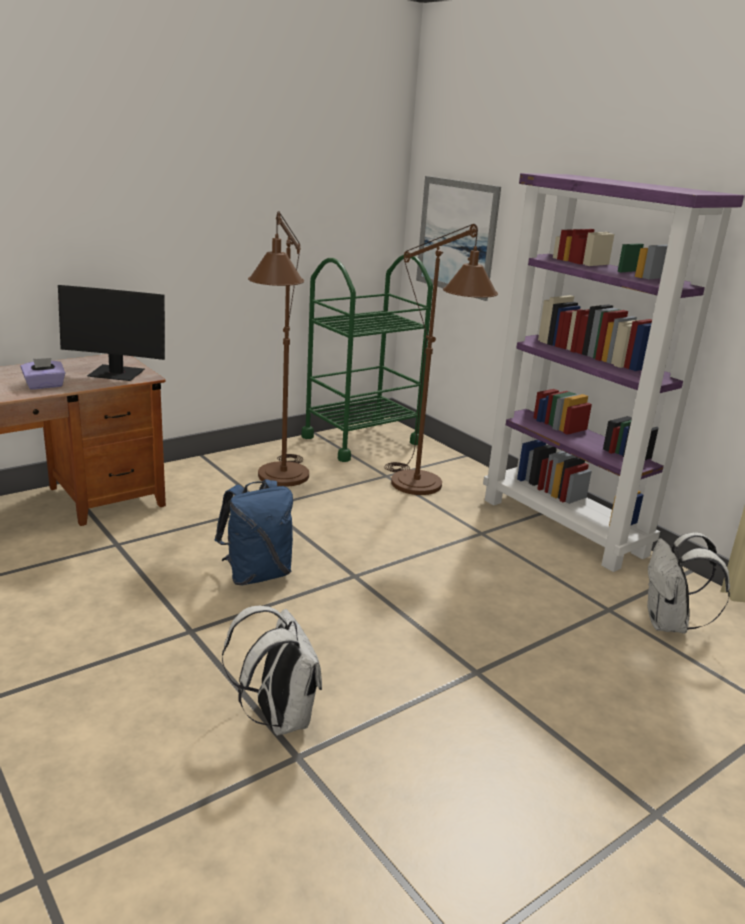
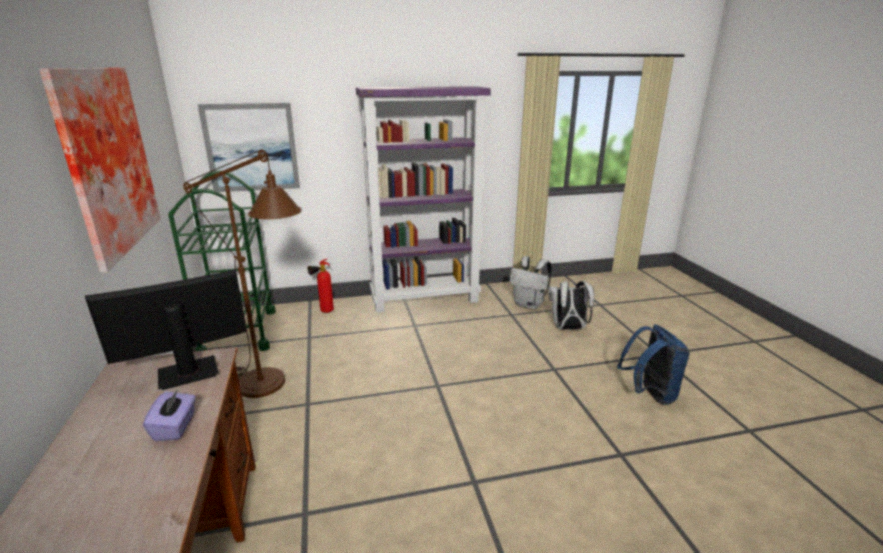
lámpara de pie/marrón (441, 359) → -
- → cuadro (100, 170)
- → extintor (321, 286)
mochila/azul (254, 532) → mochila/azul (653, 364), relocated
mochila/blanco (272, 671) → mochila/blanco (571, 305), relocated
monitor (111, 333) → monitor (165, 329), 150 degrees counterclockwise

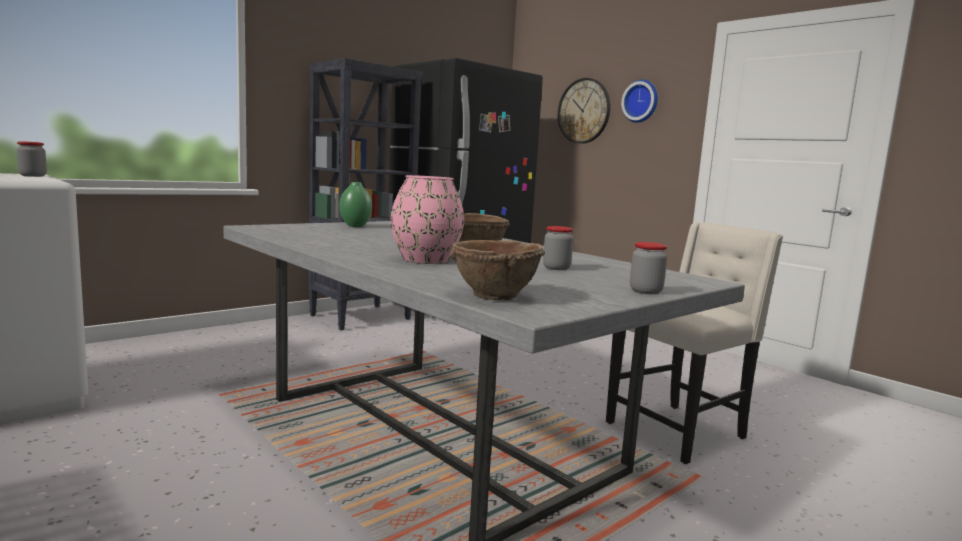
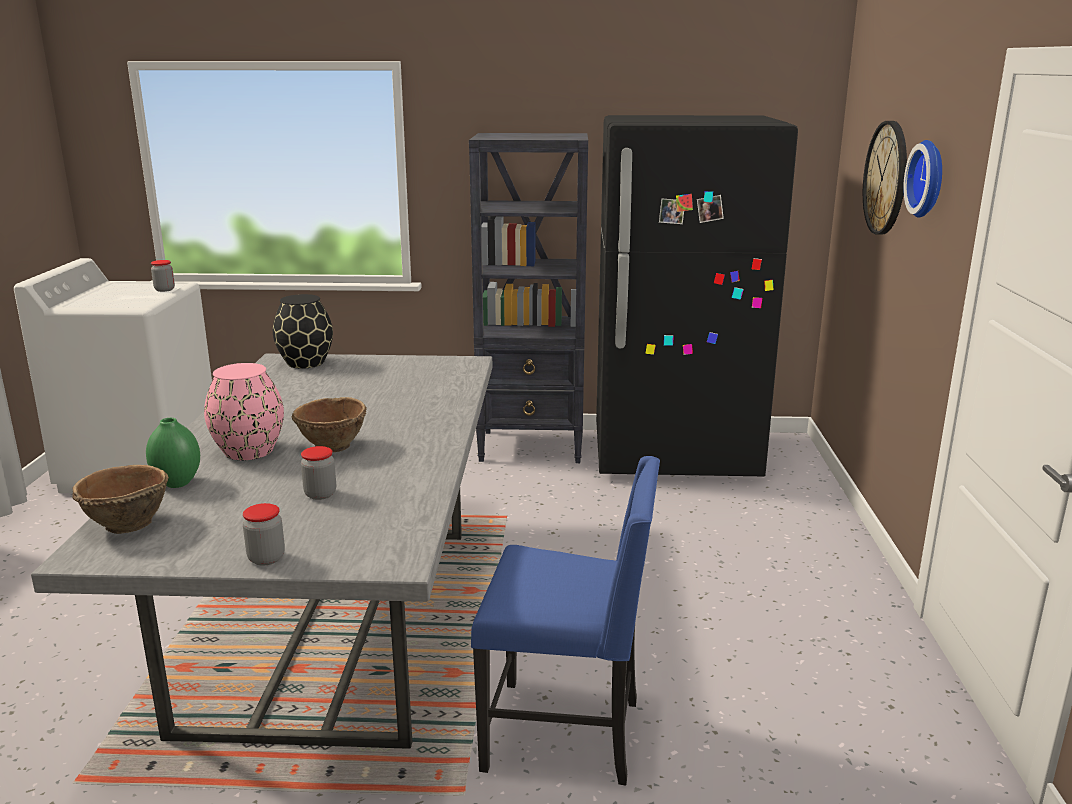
- → florero/negro (303, 331)
florero/verde (355, 204) → florero/verde (173, 453), relocated
silla/beis (694, 343) → silla/azul (565, 620)

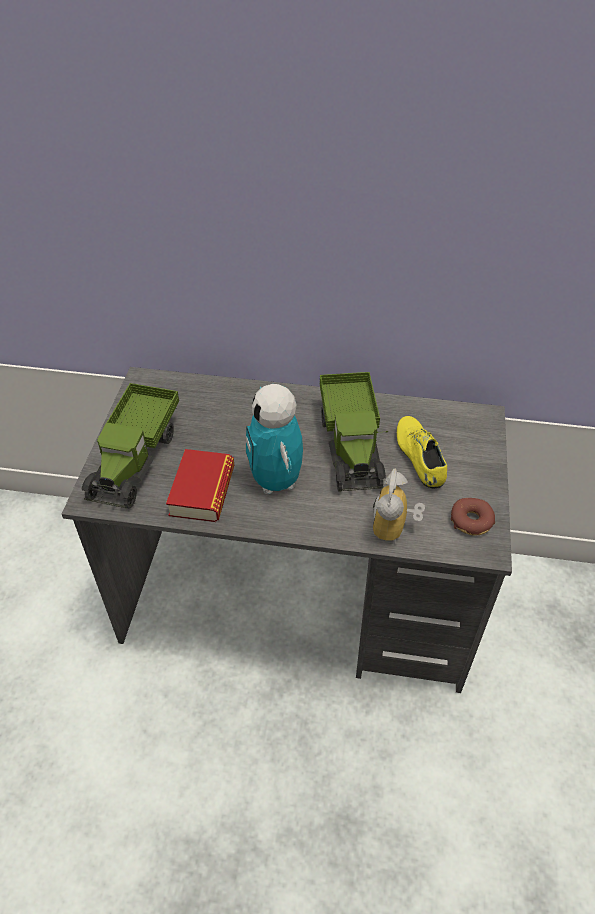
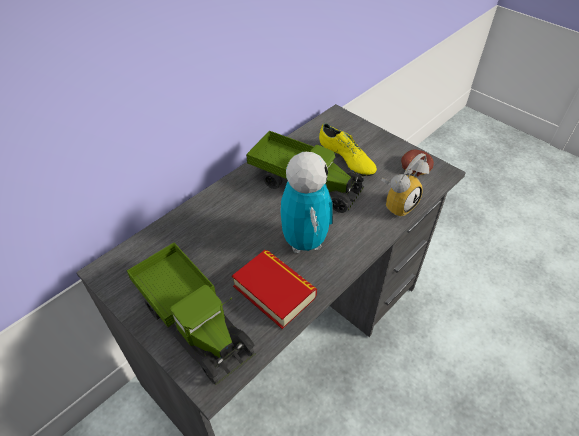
robot de juguete (274, 439) → robot de juguete (306, 202), 120 degrees counterclockwise
despertador (399, 506) → despertador (405, 185), 90 degrees counterclockwise
zapato/amarillo (422, 452) → zapato/amarillo (348, 150), 150 degrees counterclockwise

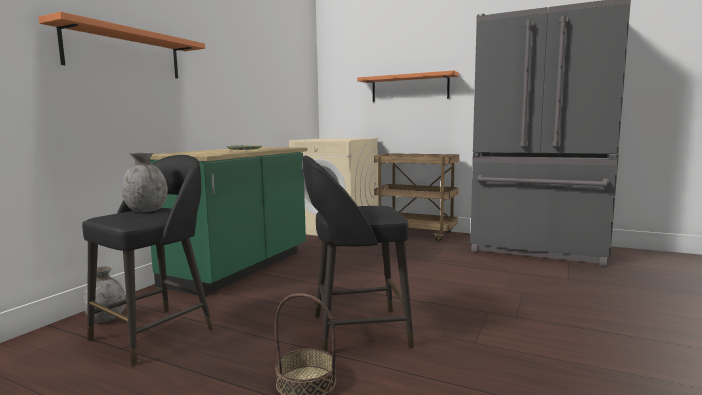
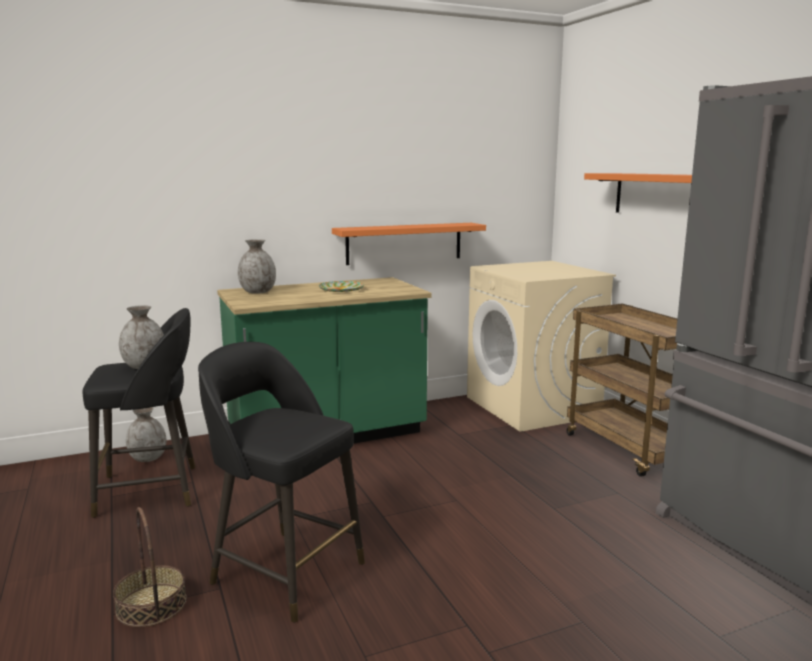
- → florero/gris (257, 266)
estante/naranja (121, 45) → estante/naranja (409, 244), relocated

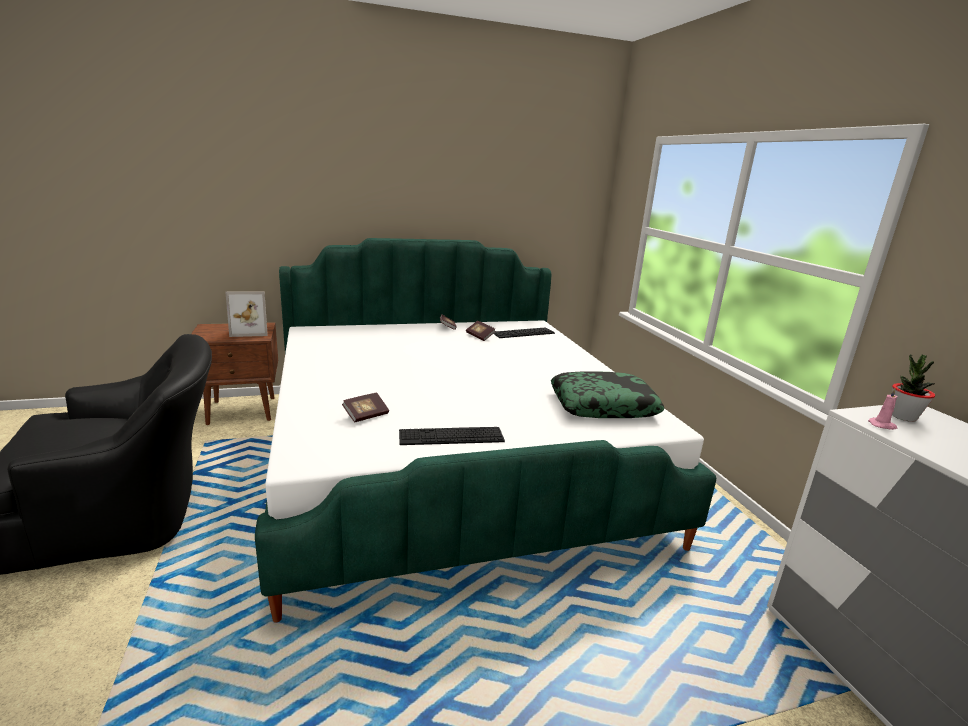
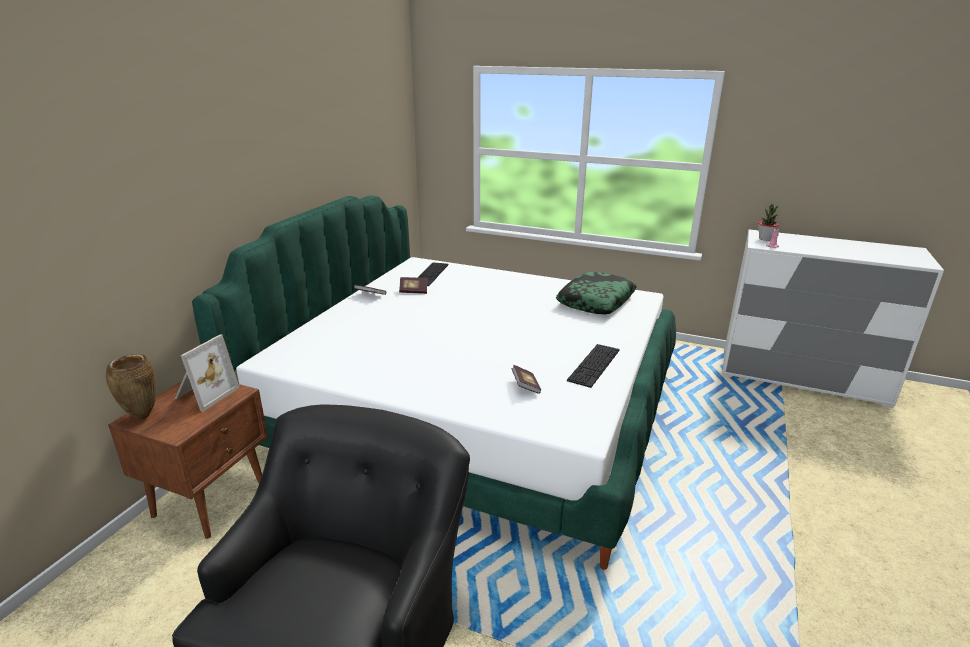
- → florero/marrón (131, 386)

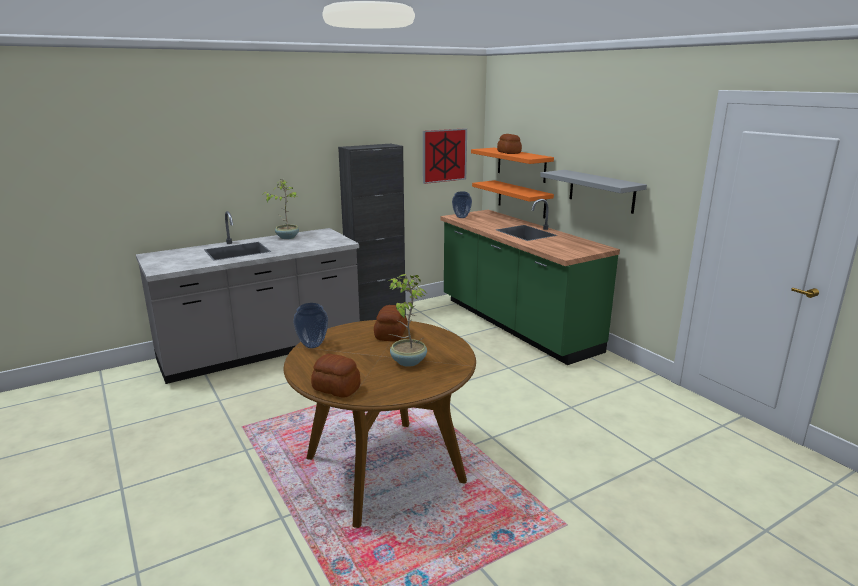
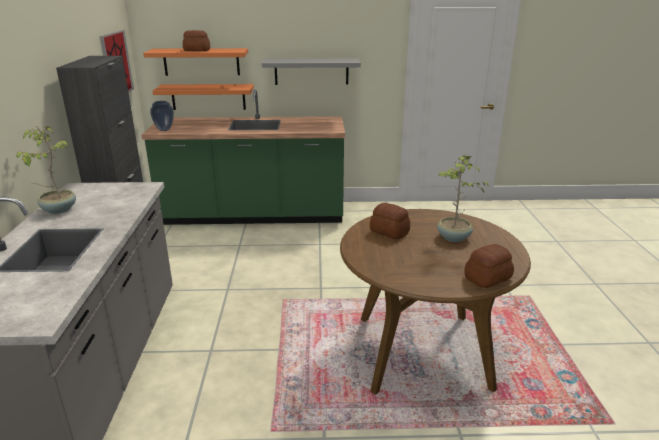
florero (310, 325) → -

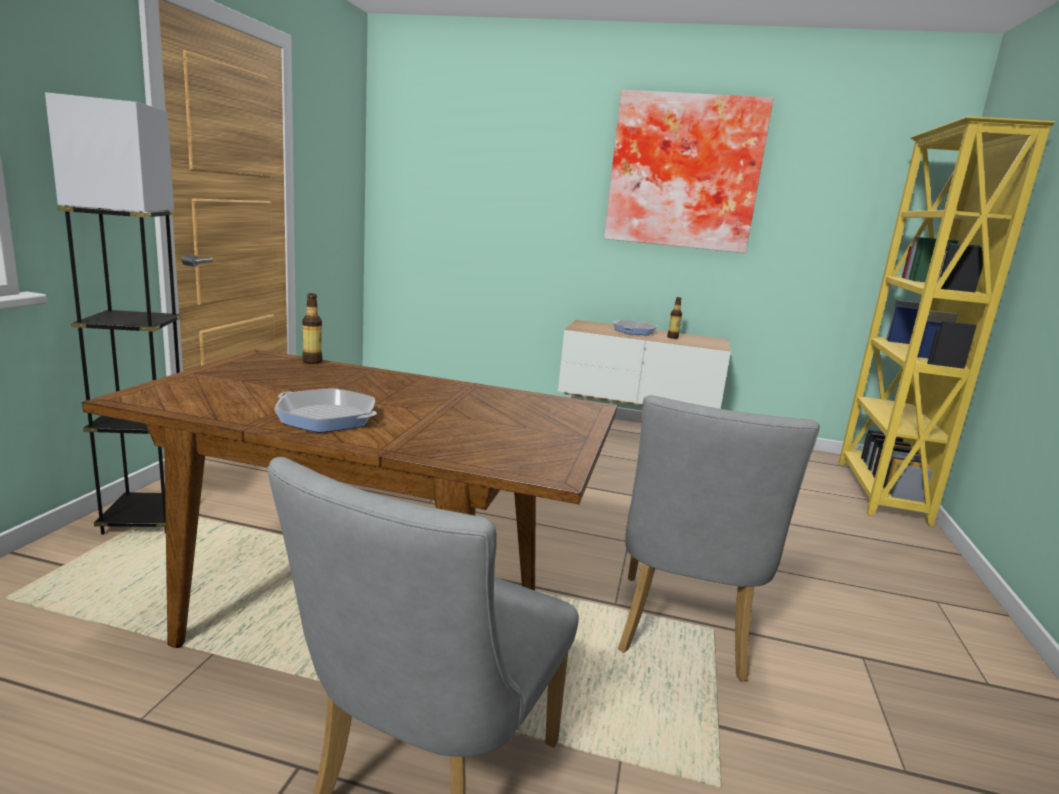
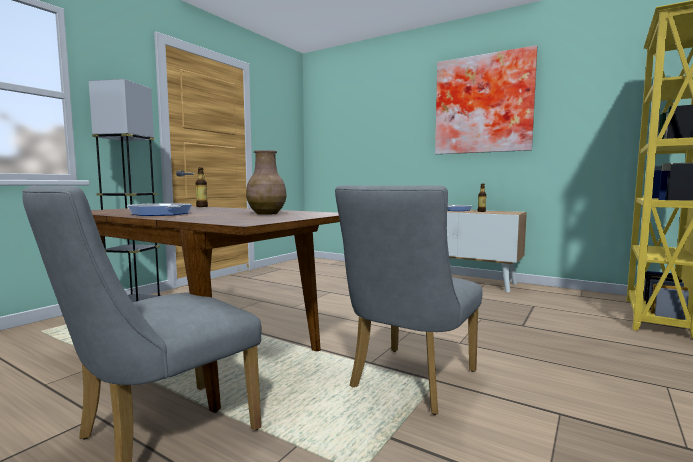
- → florero/marrón (266, 182)

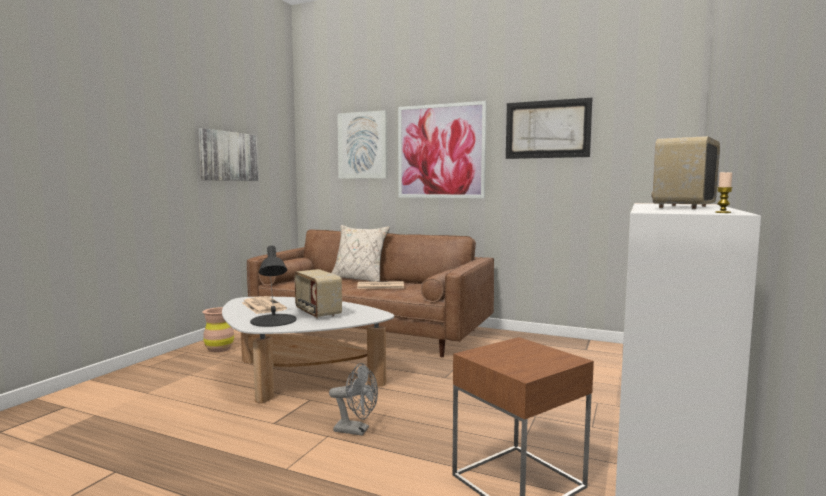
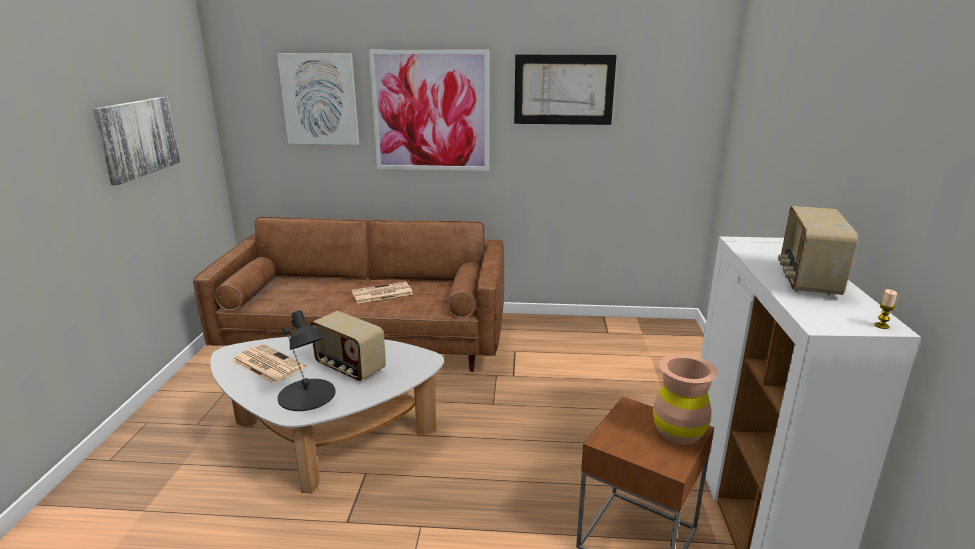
ventilador/gris (353, 399) → -
cojín/beis (361, 253) → -
florero/marrón (218, 329) → florero/marrón (685, 399), relocated

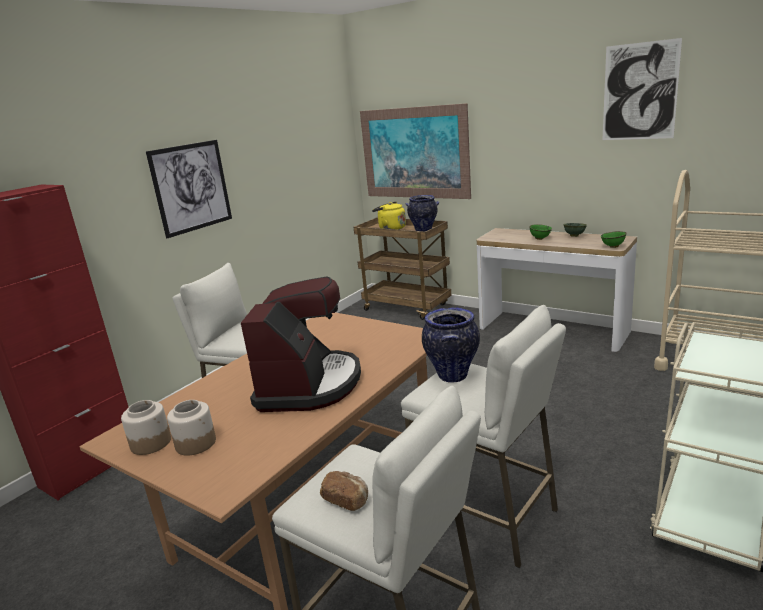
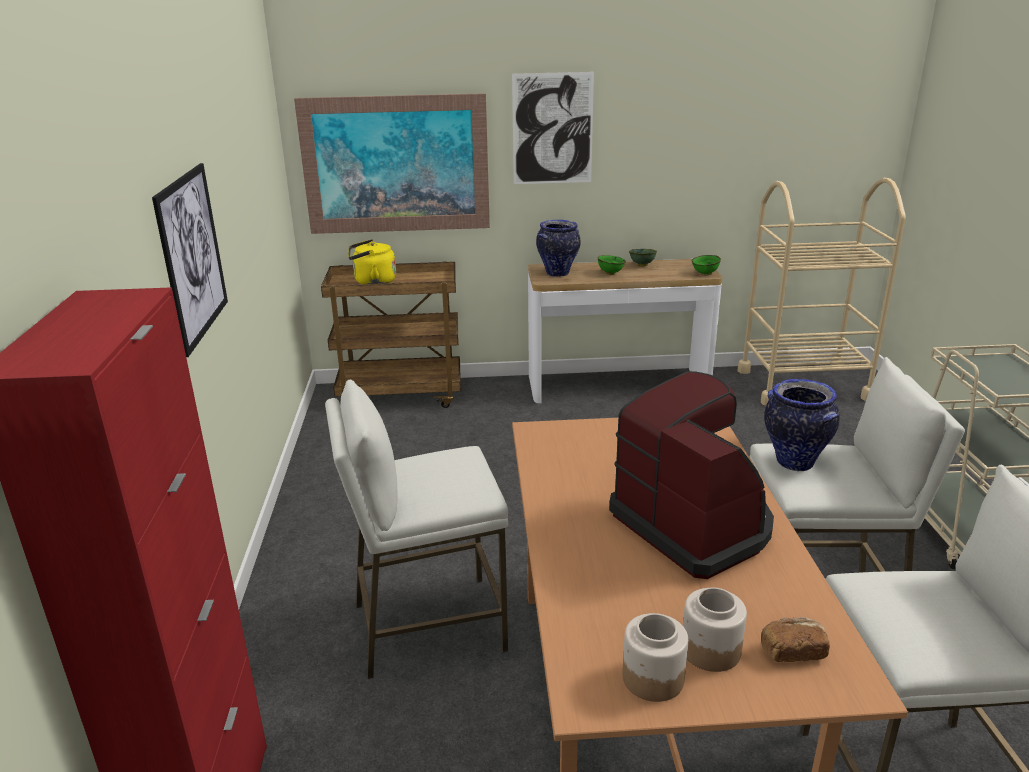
pan (344, 491) → pan (795, 639), relocated
florero (422, 213) → florero (558, 248), relocated
cuadro (642, 89) → cuadro (553, 128), relocated

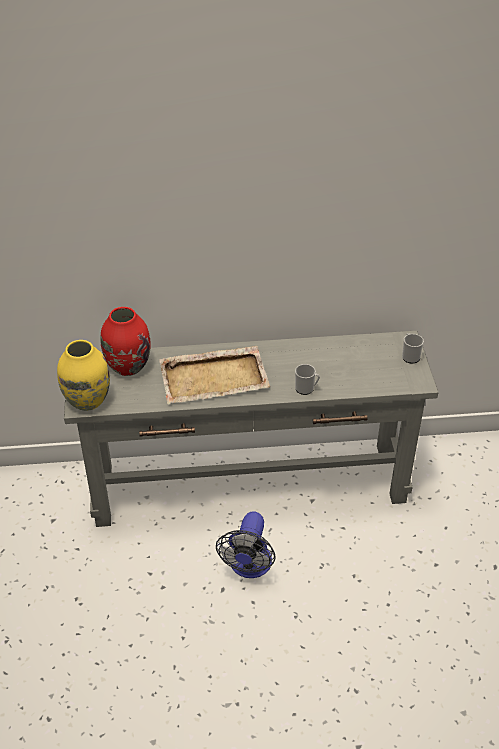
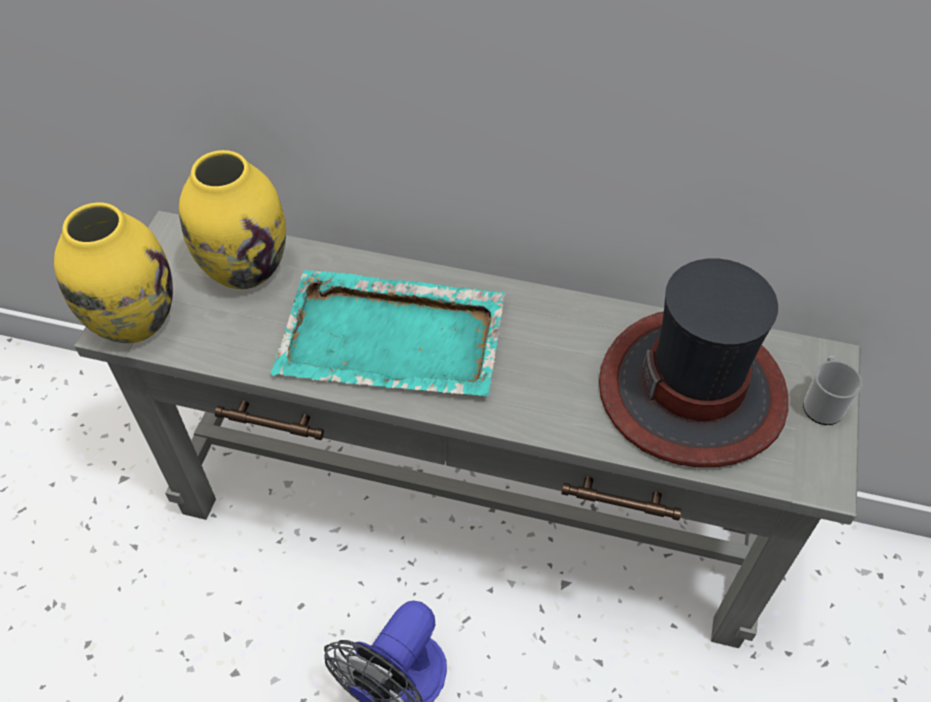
taza grande (307, 379) → -
- → sombrero (694, 362)
florero/rojo (125, 341) → florero/amarillo (232, 219)
bandeja/beis (214, 375) → bandeja/turquesa (387, 333)

